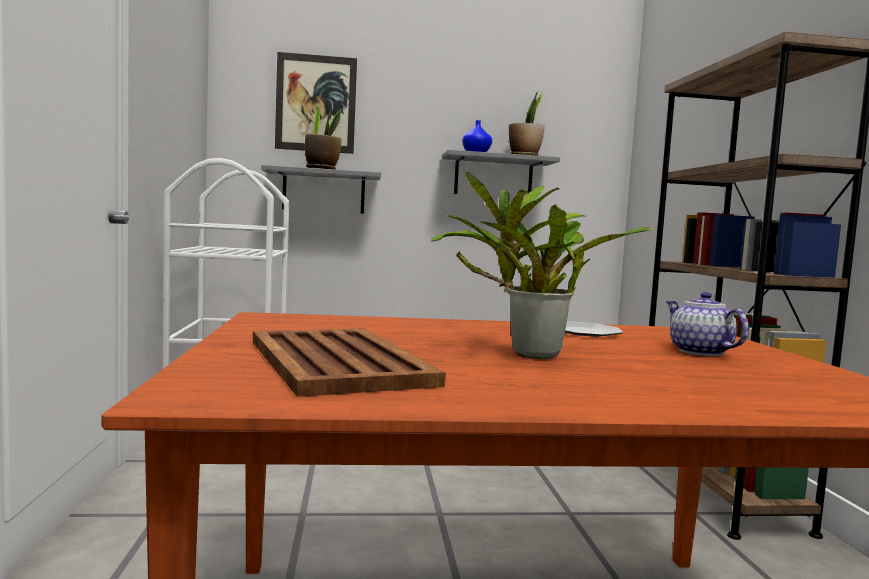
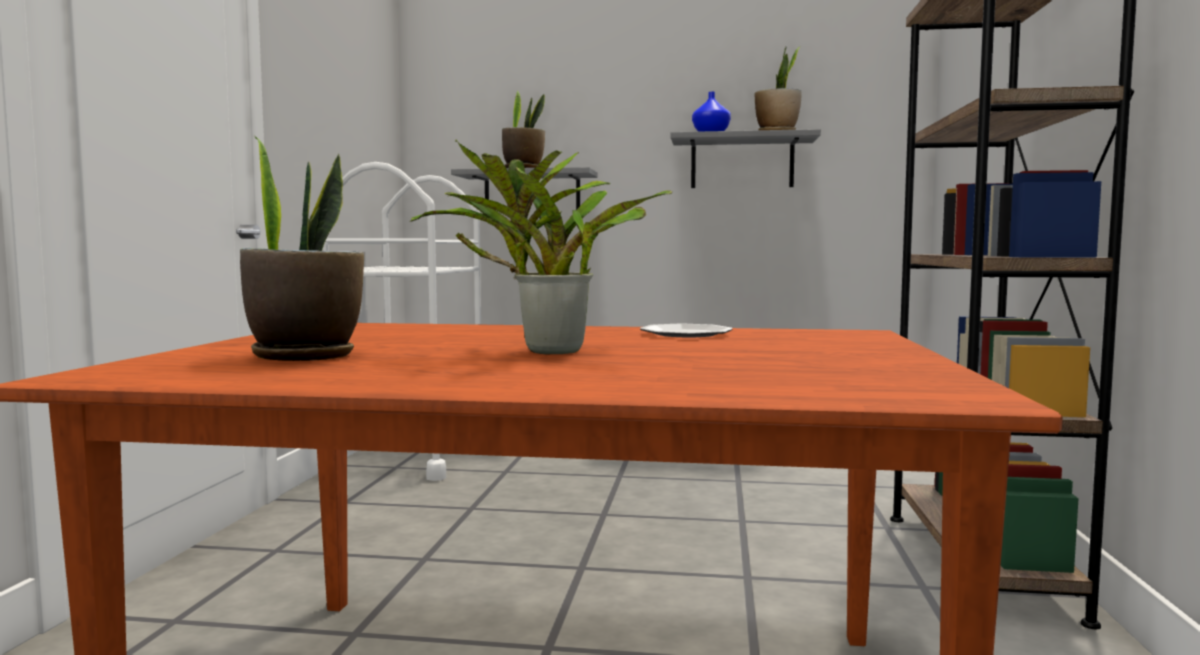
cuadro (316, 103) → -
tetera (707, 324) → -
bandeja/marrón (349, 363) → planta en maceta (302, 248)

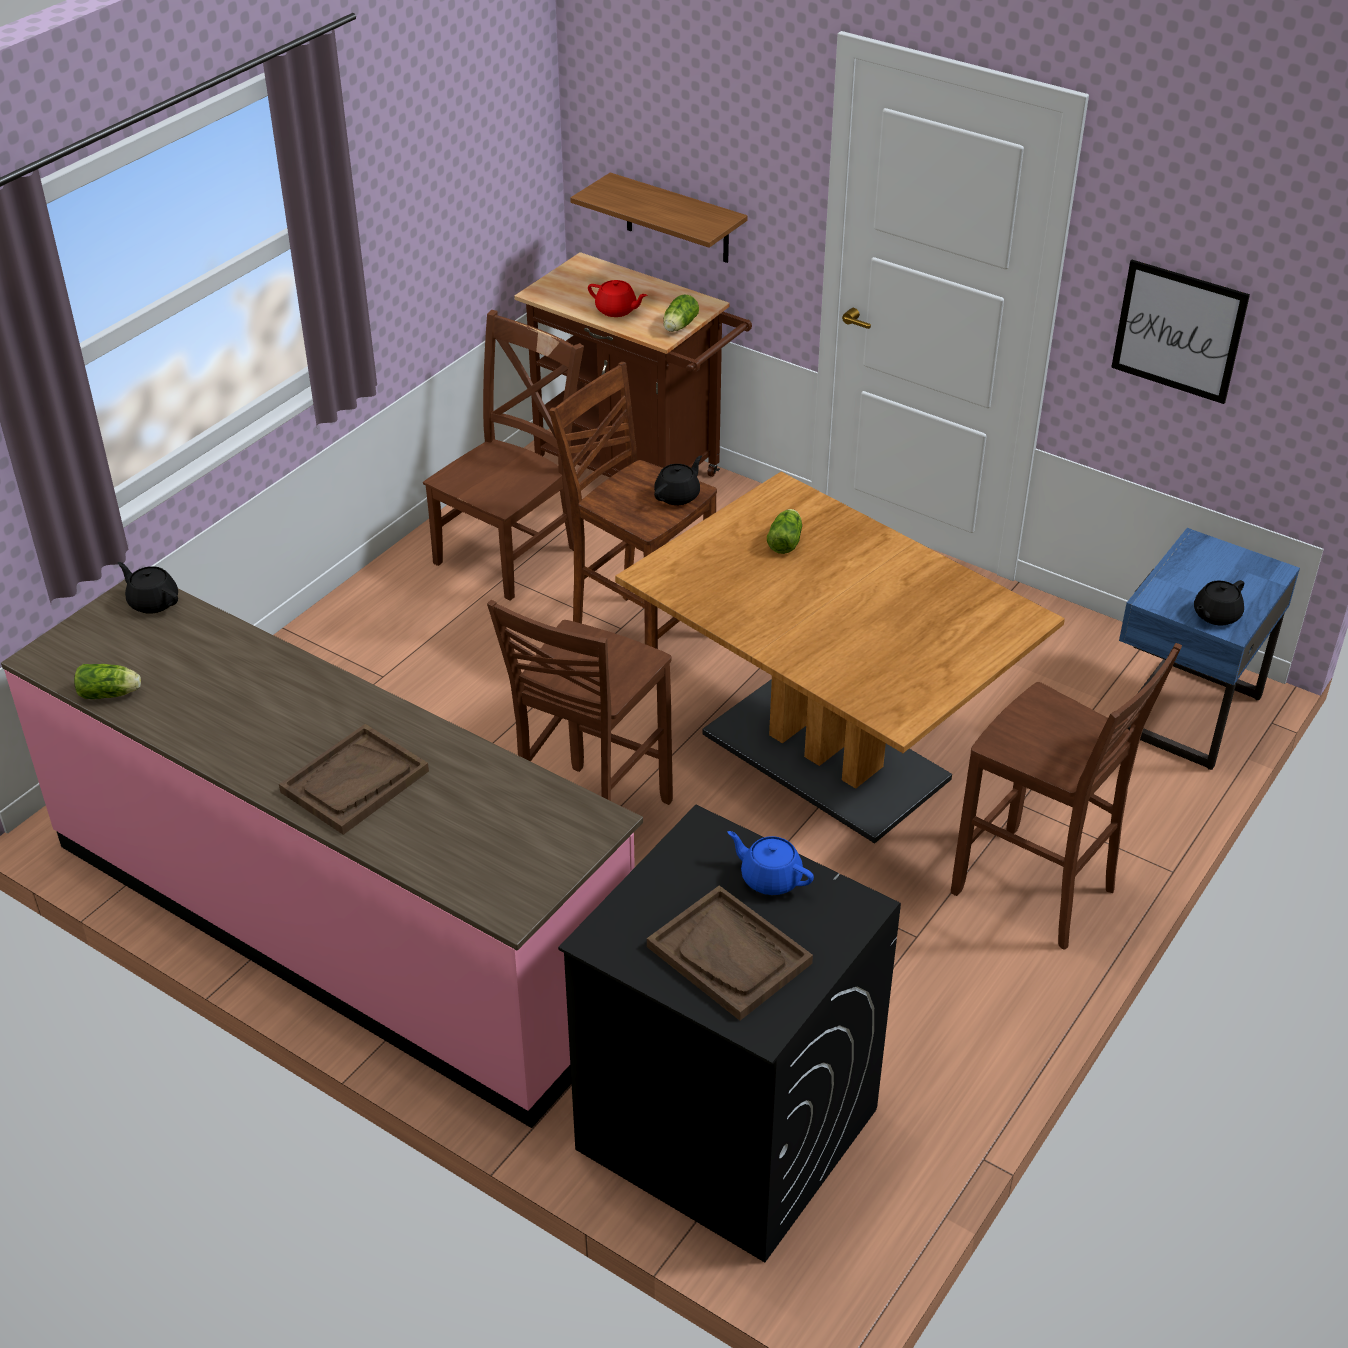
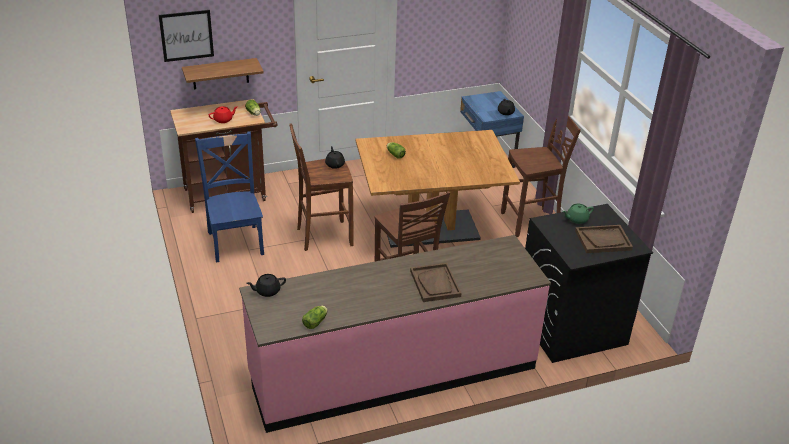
cuadro (1180, 332) → cuadro (186, 36), relocated
silla/marrón (503, 455) → silla/azul (229, 197)
tetera/azul (770, 863) → tetera/verde (578, 214)

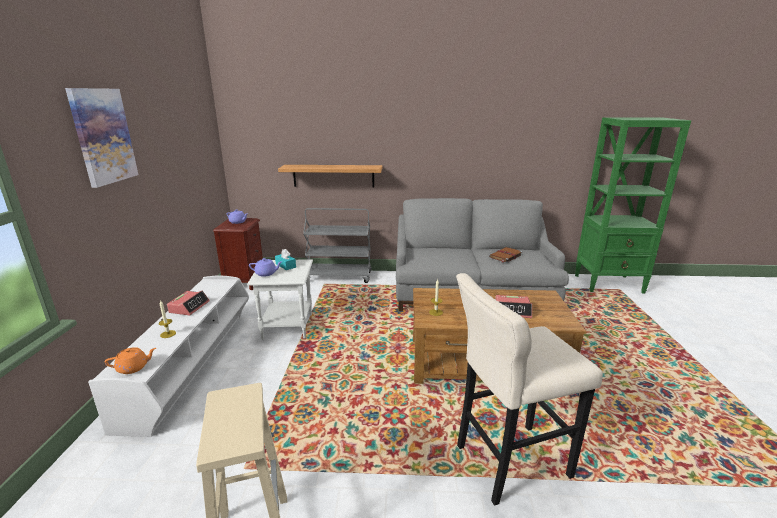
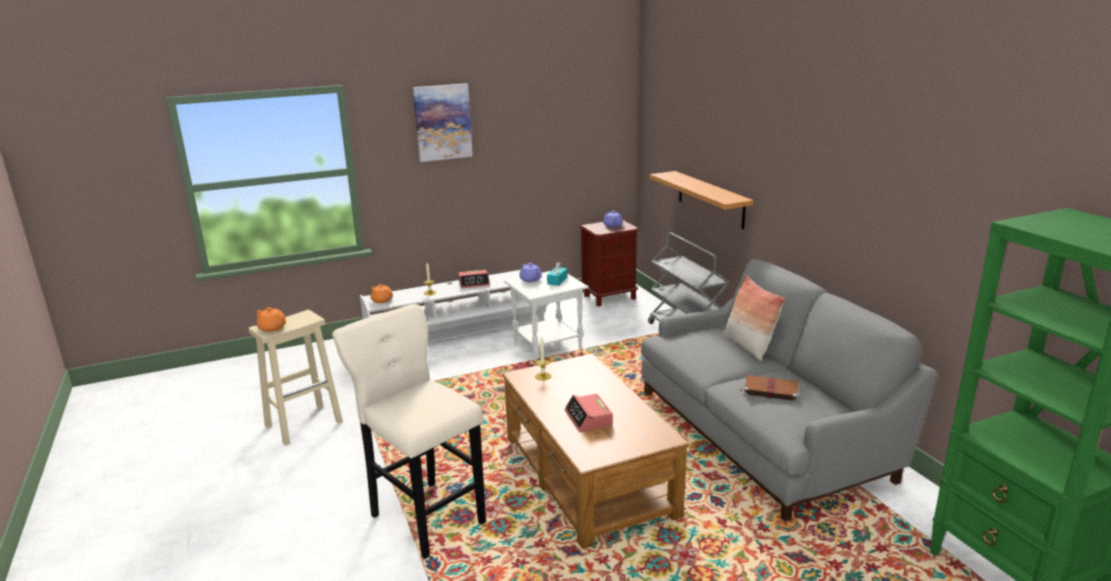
- → tetera/naranja (271, 319)
- → cojín (754, 318)

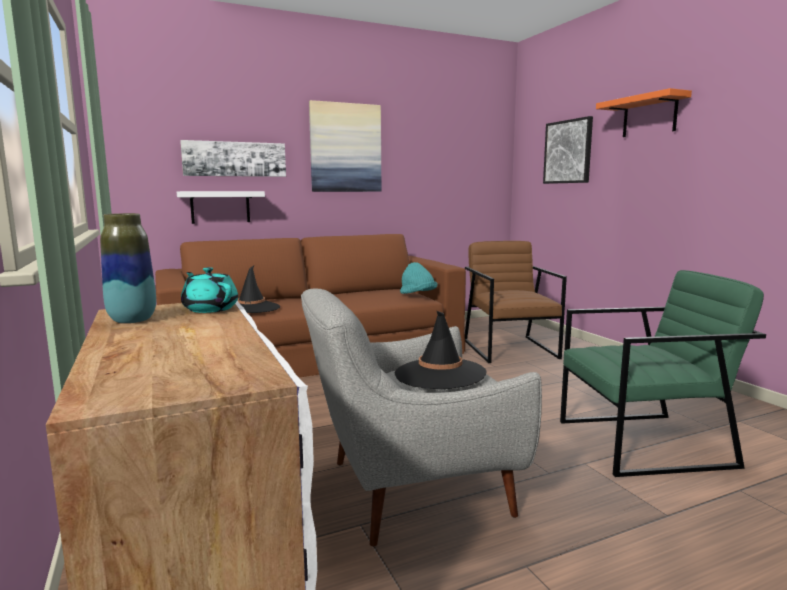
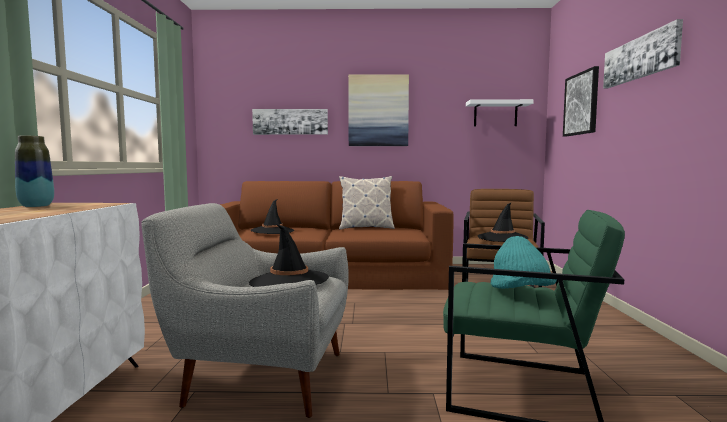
tetera/turquesa (209, 290) → -
- → cojín (367, 203)
- → sombrero/negro (503, 222)
estante/blanco (221, 207) → estante/blanco (500, 112), relocated
sombrero/turquesa (418, 278) → sombrero/turquesa (524, 262), relocated
estante/naranja (644, 112) → cuadro (643, 53)

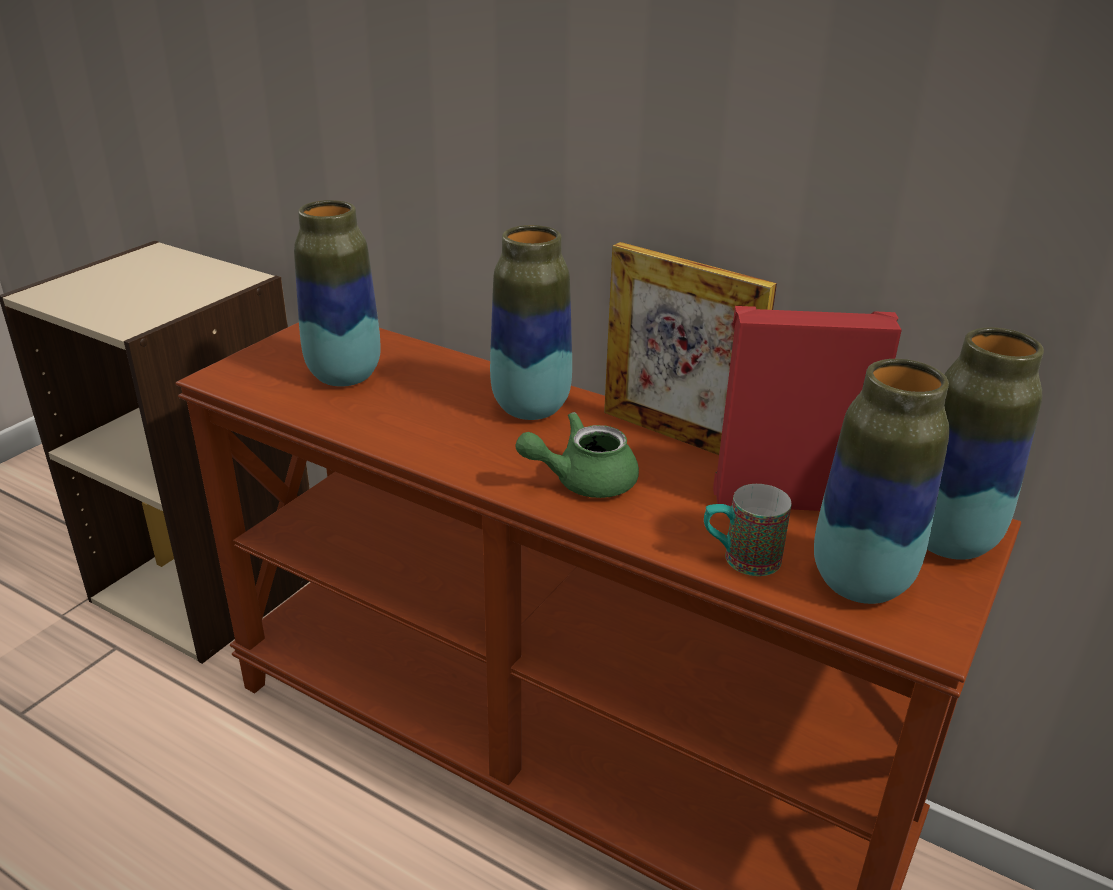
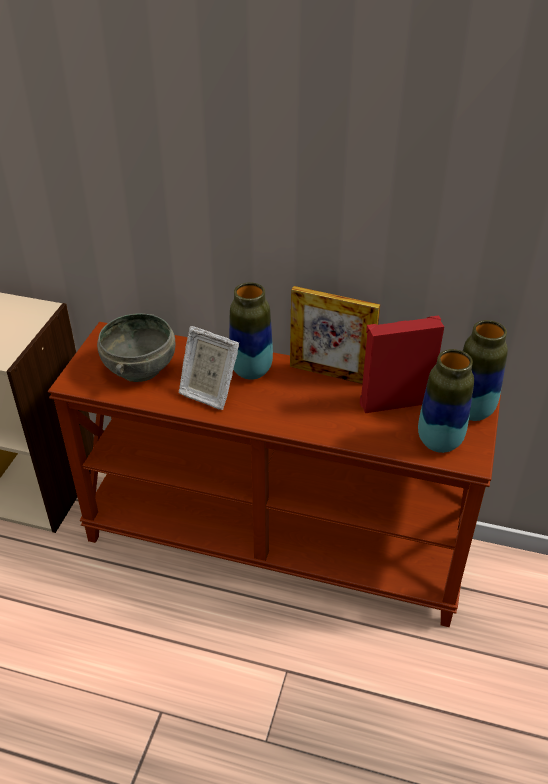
tetera/verde (577, 455) → -
taza grande (747, 530) → -
- → portarretratos (209, 368)
florero (337, 293) → cuenco/gris (136, 347)

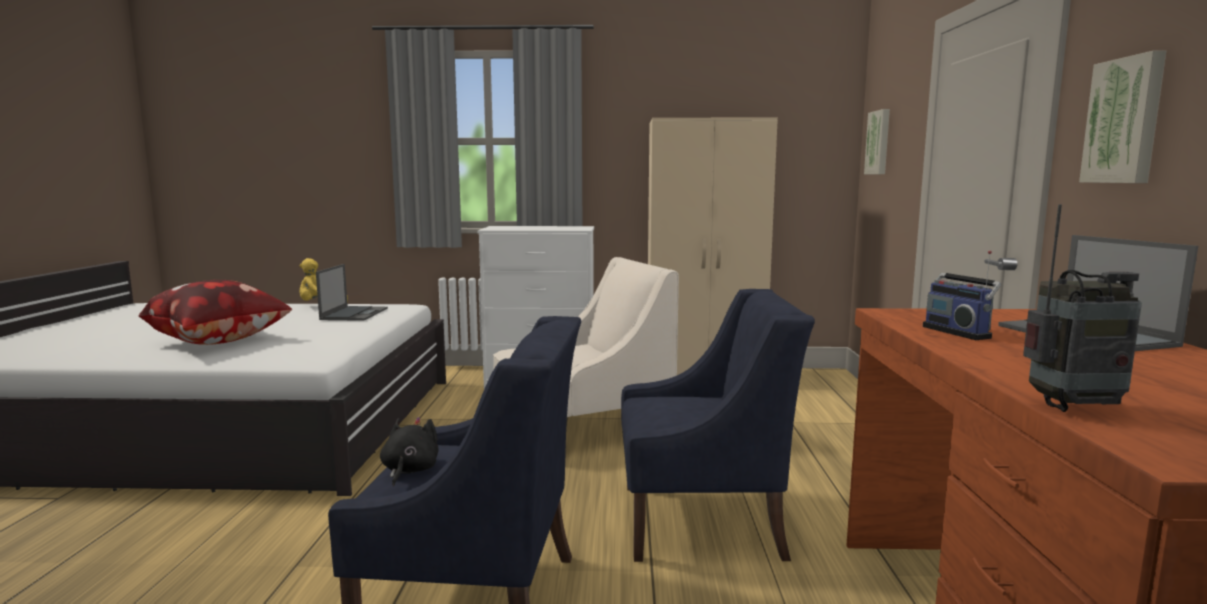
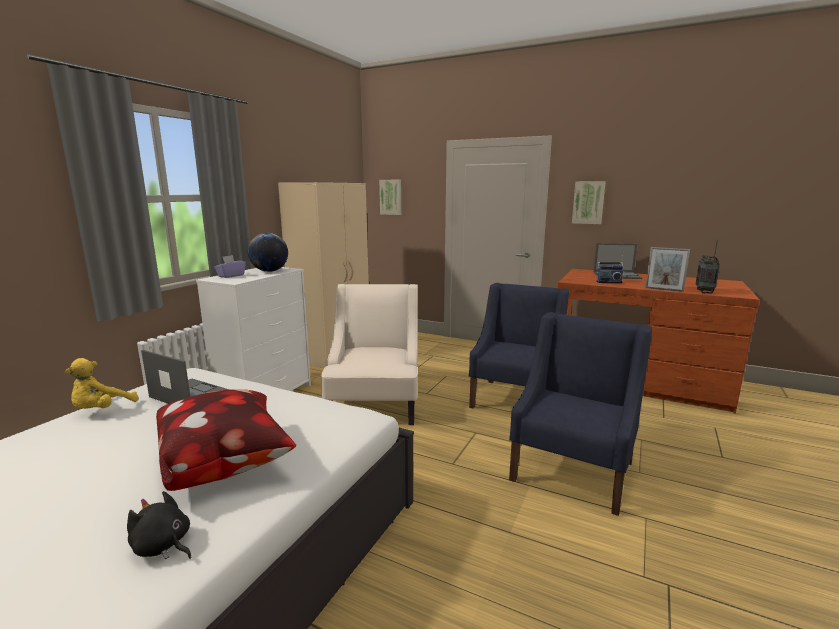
- → caja de pañuelos/morado (230, 266)
- → globo terráqueo (268, 252)
- → portarretratos (667, 269)
peluche/negro (409, 451) → peluche/negro (159, 525), relocated

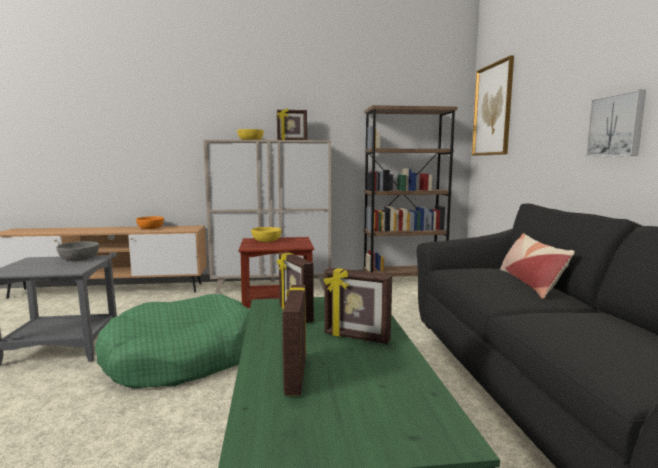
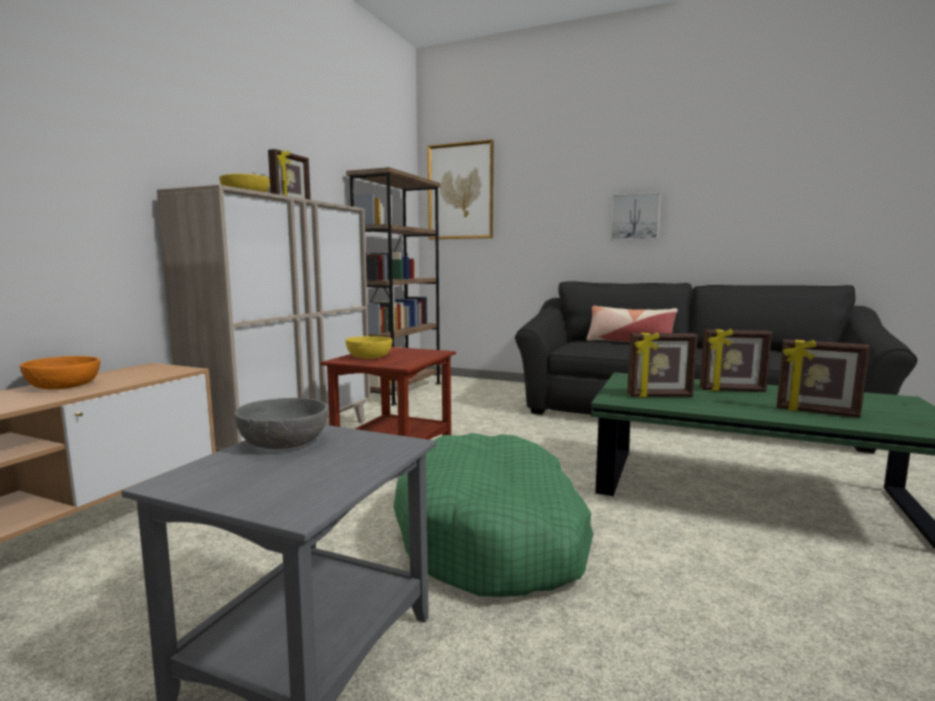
portarretratos (358, 306) → portarretratos (736, 360), 45 degrees clockwise

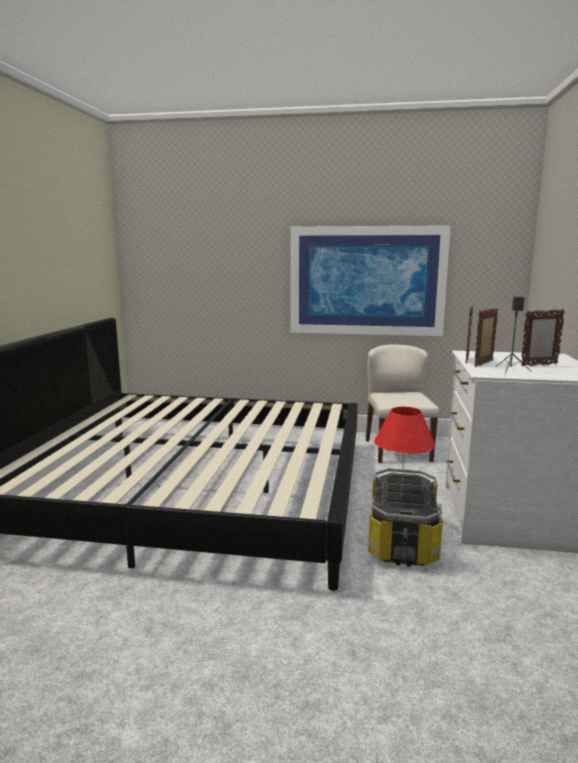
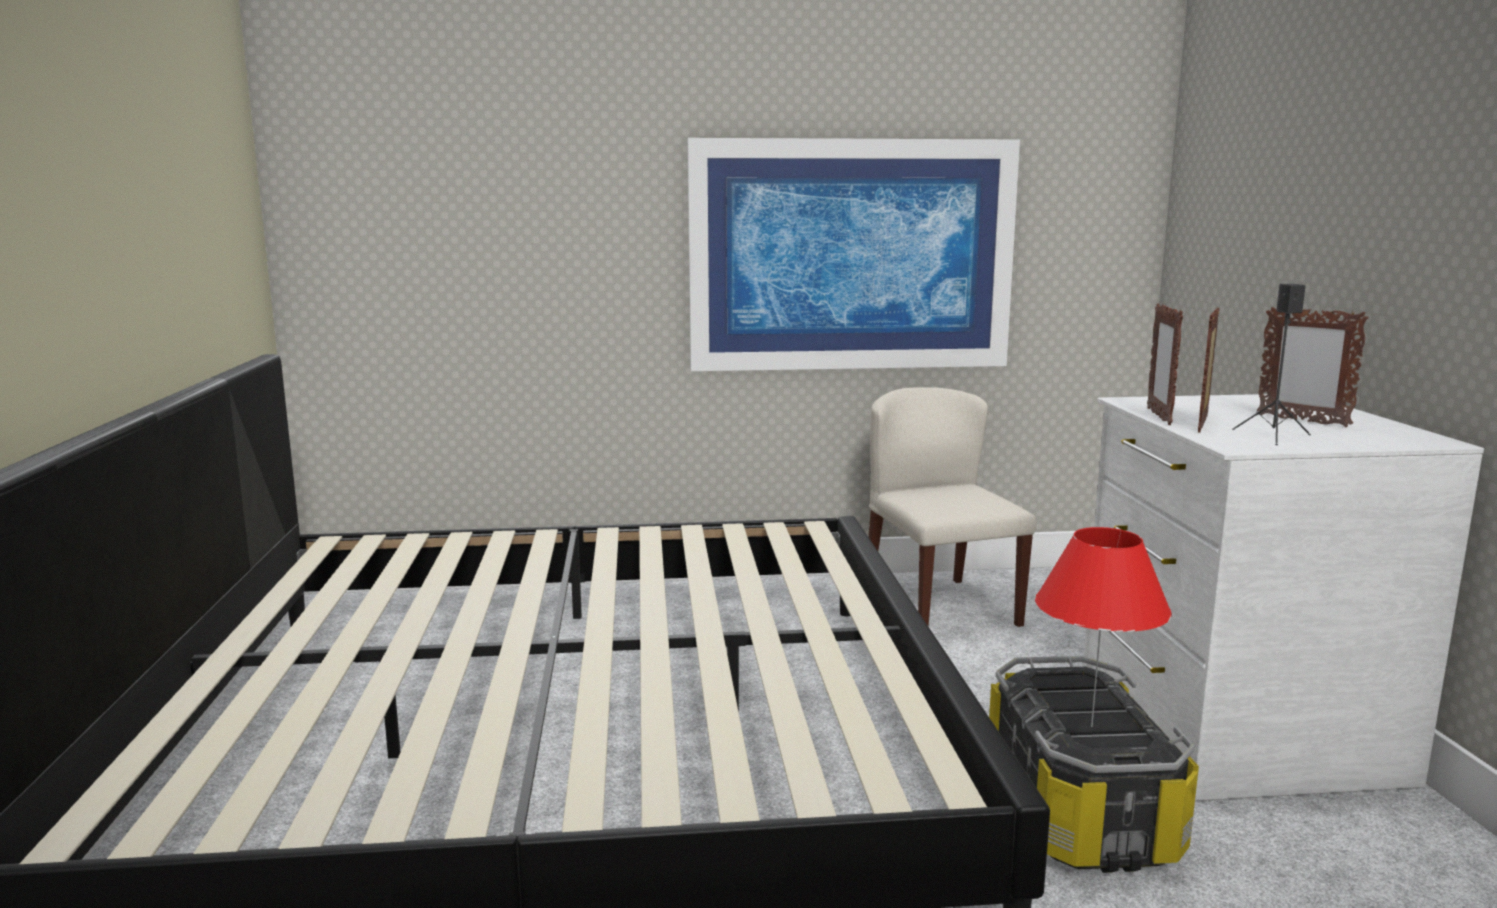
portarretratos (543, 337) → portarretratos (1313, 367), 75 degrees clockwise

